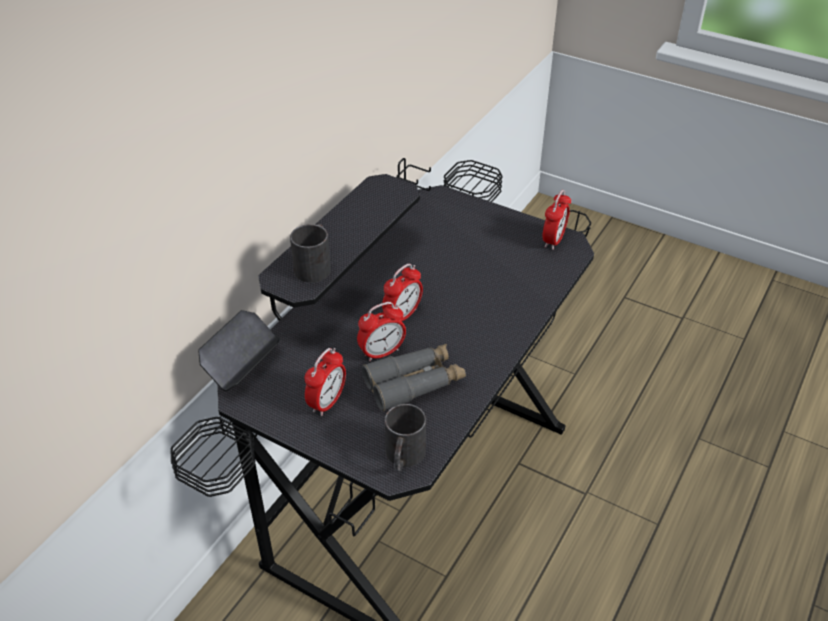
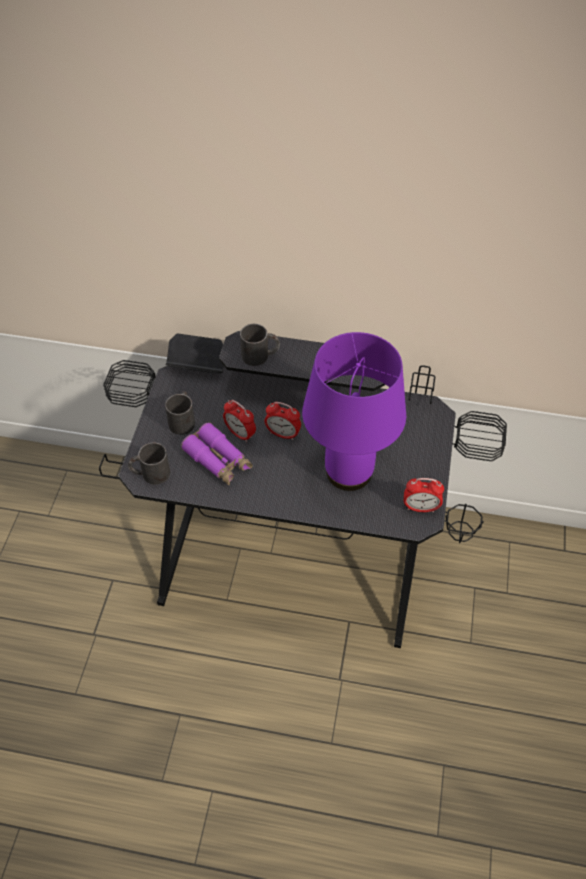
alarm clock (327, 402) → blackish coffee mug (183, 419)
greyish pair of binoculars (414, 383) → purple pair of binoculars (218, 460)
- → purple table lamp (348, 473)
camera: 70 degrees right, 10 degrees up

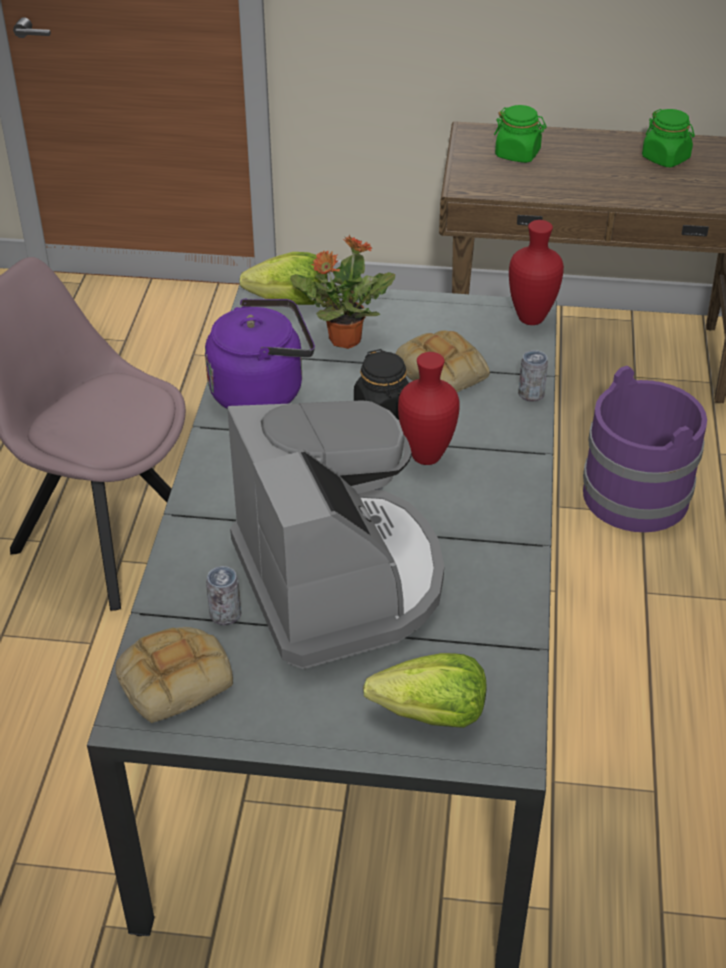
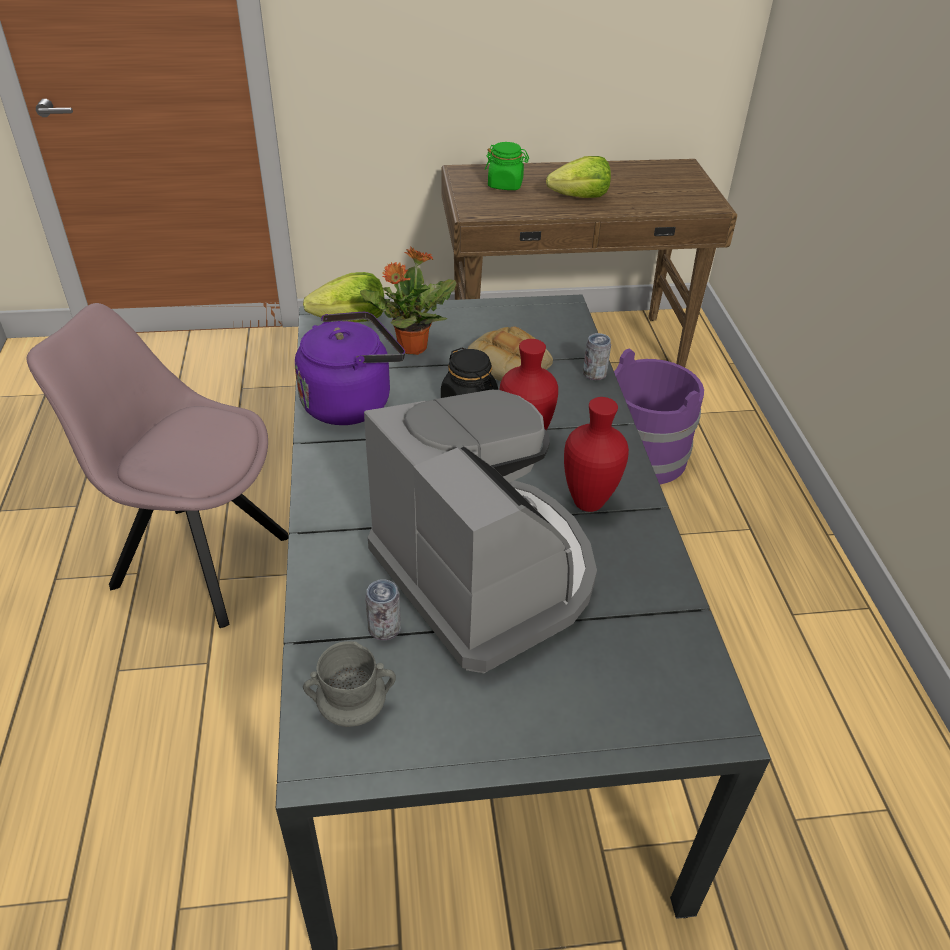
bakery bread (175, 677) → greyish coffee mug (353, 707)
head of lettuce (431, 714) → head of lettuce (580, 197), move
red vase (530, 318) → red vase (587, 501), move
green-coloured preserve jar (666, 158) → -
camera: 15 degrees left, 0 degrees up

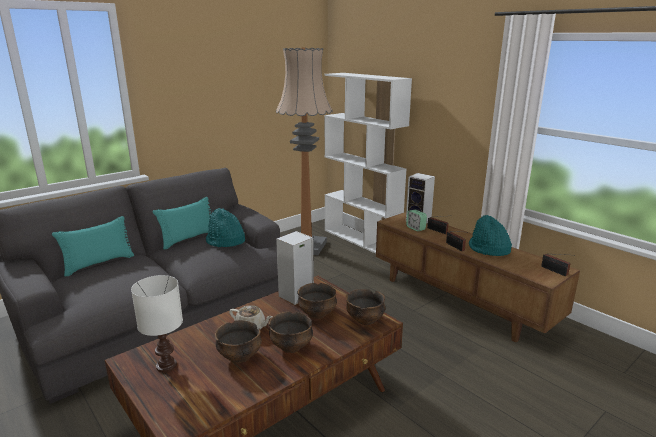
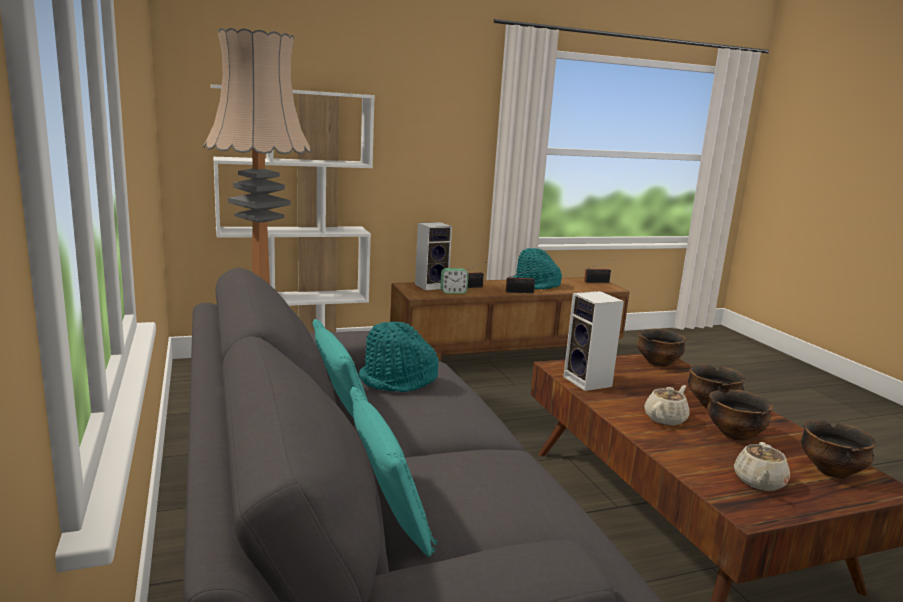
white-coloured table lamp (167, 365) → beige-coloured teapot (759, 482)
deep dish (317, 314) → deep dish (831, 471), move
camera: 70 degrees left, 5 degrees down

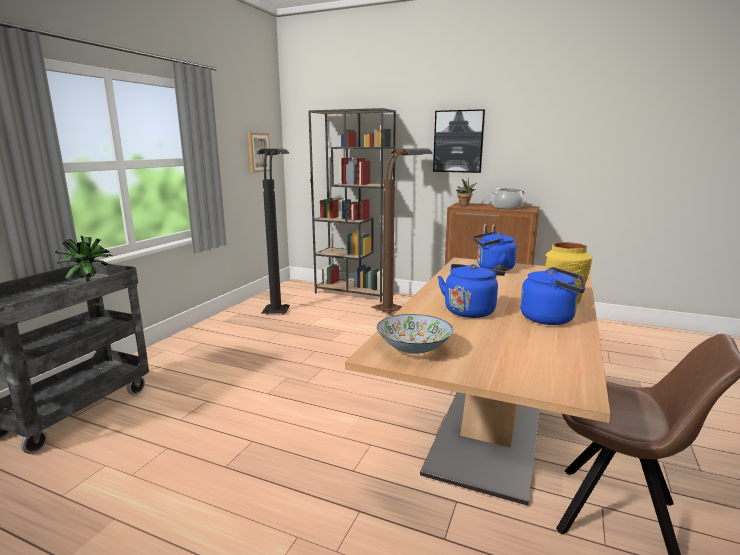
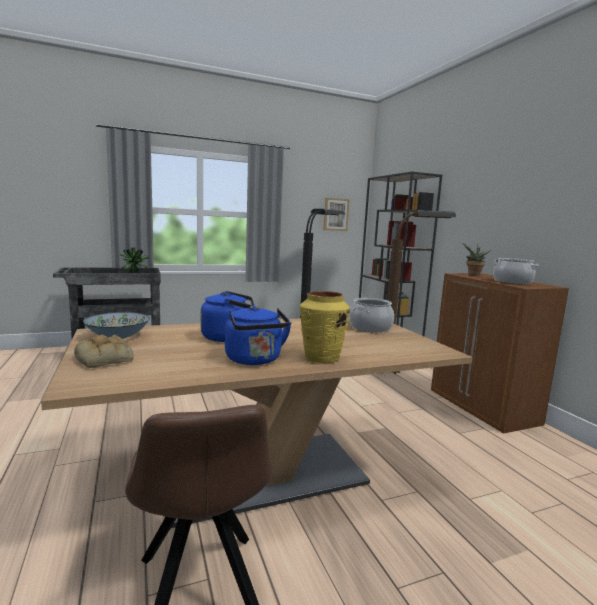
- → bakery bread (105, 359)
bluish tea kettle (492, 268) → saucepot (370, 327)
wall art (458, 141) → -
camera: 45 degrees right, 5 degrees down

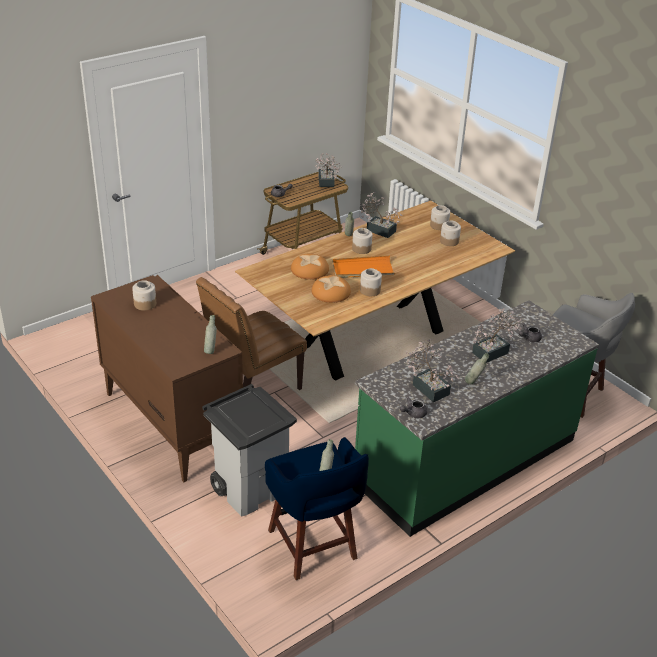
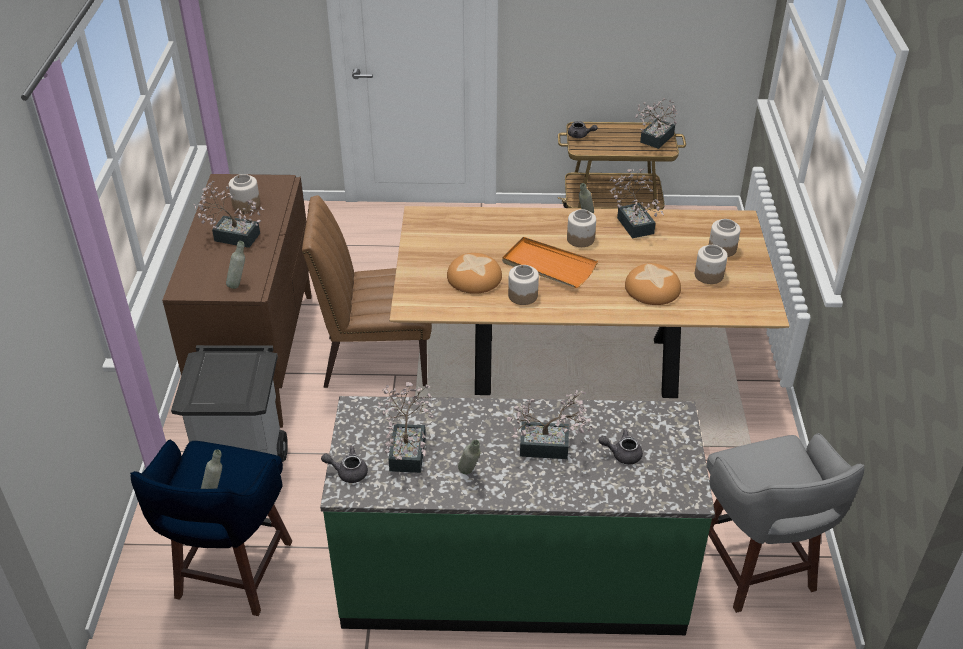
- → potted plant (232, 236)
bakery bread (310, 270) → bakery bread (653, 288), move
camera: 40 degrees right, 5 degrees up

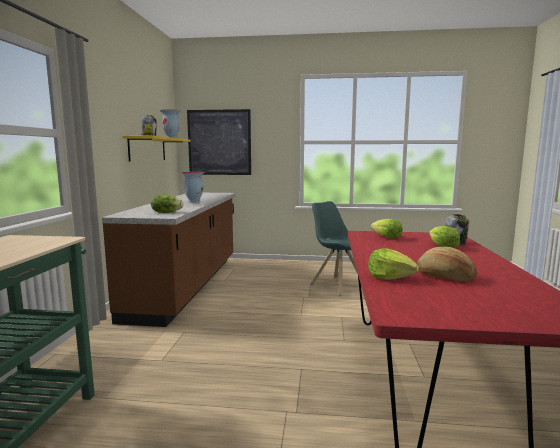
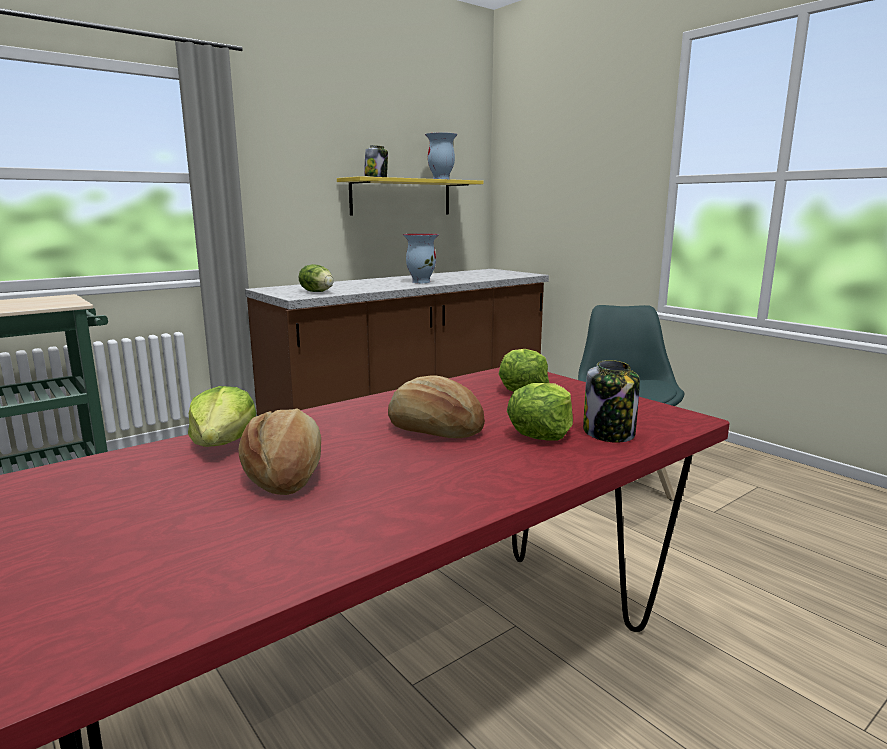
- → bakery bread (434, 430)
wall art (219, 142) → -
camera: 45 degrees right, 5 degrees up

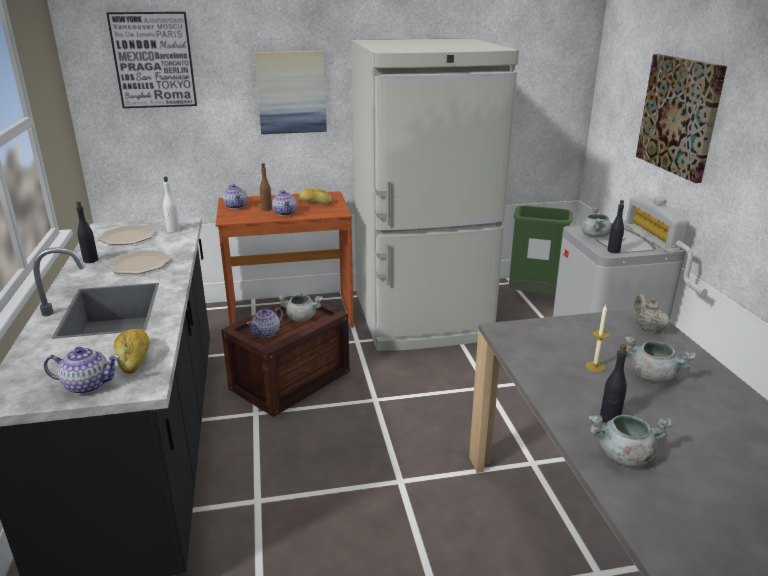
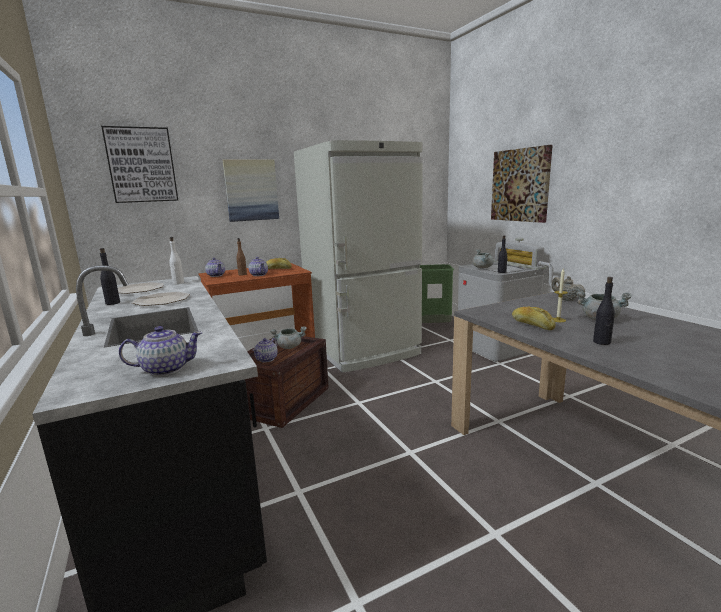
bakery bread (134, 358) → bakery bread (532, 325), move
greyish saucepot (624, 456) → -
camera: 15 degrees left, 10 degrees down

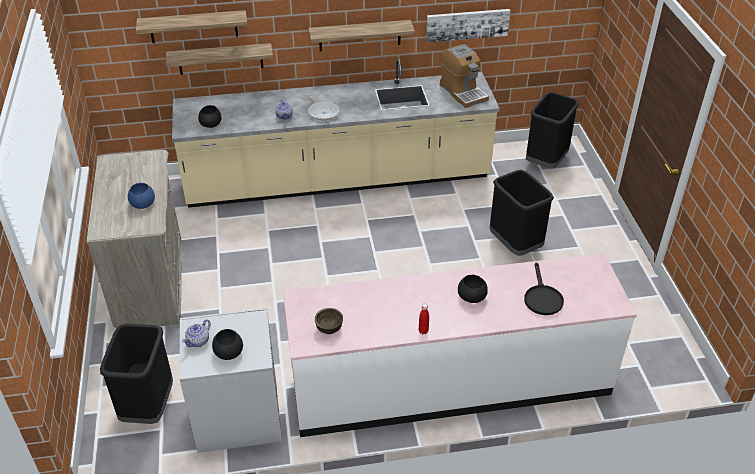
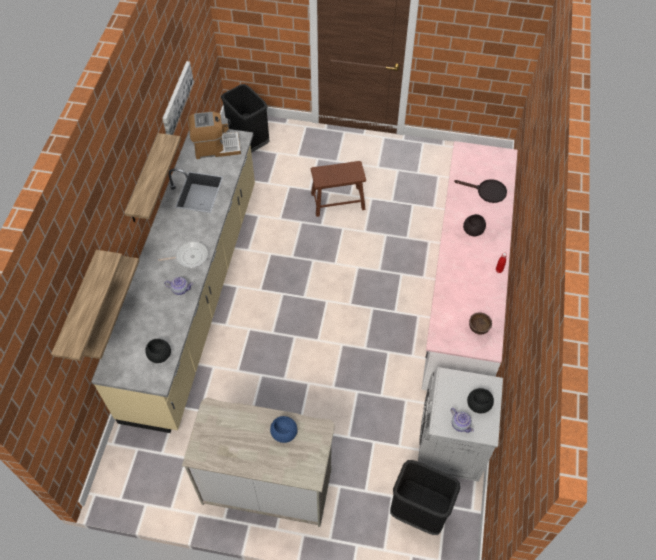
blackish trash can (515, 245) → brown sitting stool (338, 201)
camera: 70 degrees left, 15 degrees up

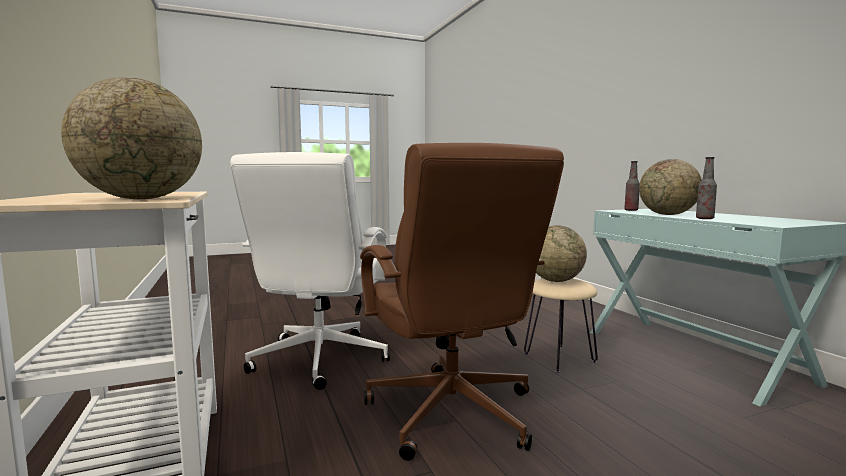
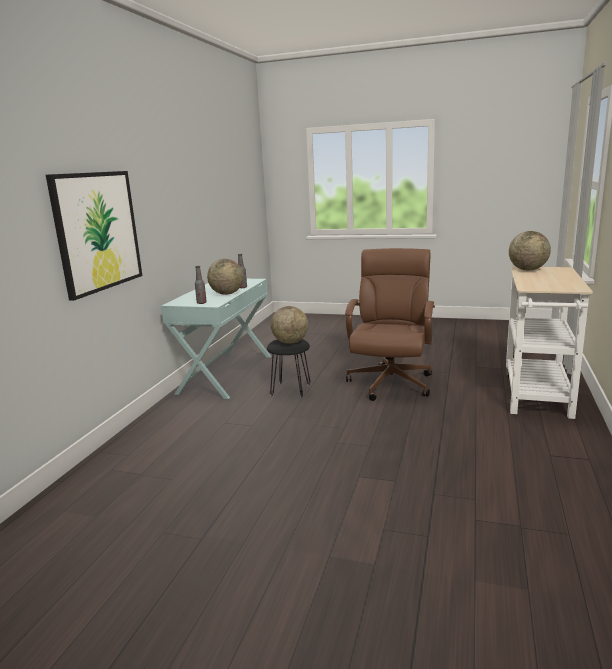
- → wall art (97, 231)
beige-coloured sitting stool (559, 358) → blackish sitting stool (291, 390)
white-coloured office chair (320, 358) → -
camera: 140 degrees left, 10 degrees up

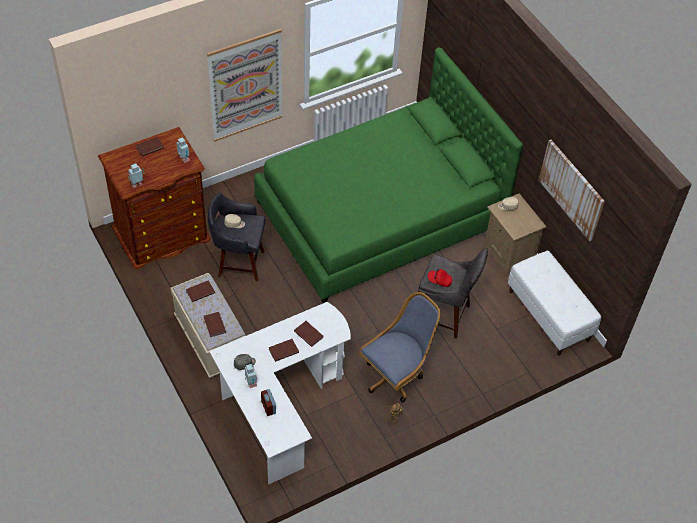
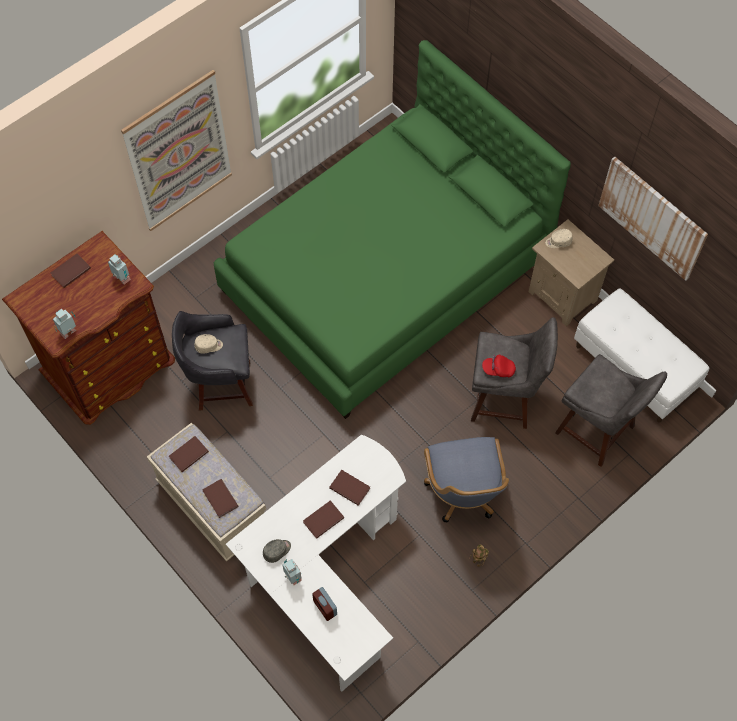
bluish office chair (396, 374) → bluish office chair (464, 497), 135 degrees clockwise
- → greyish sitting stool (597, 431)
camera: 10 degrees left, 10 degrees up

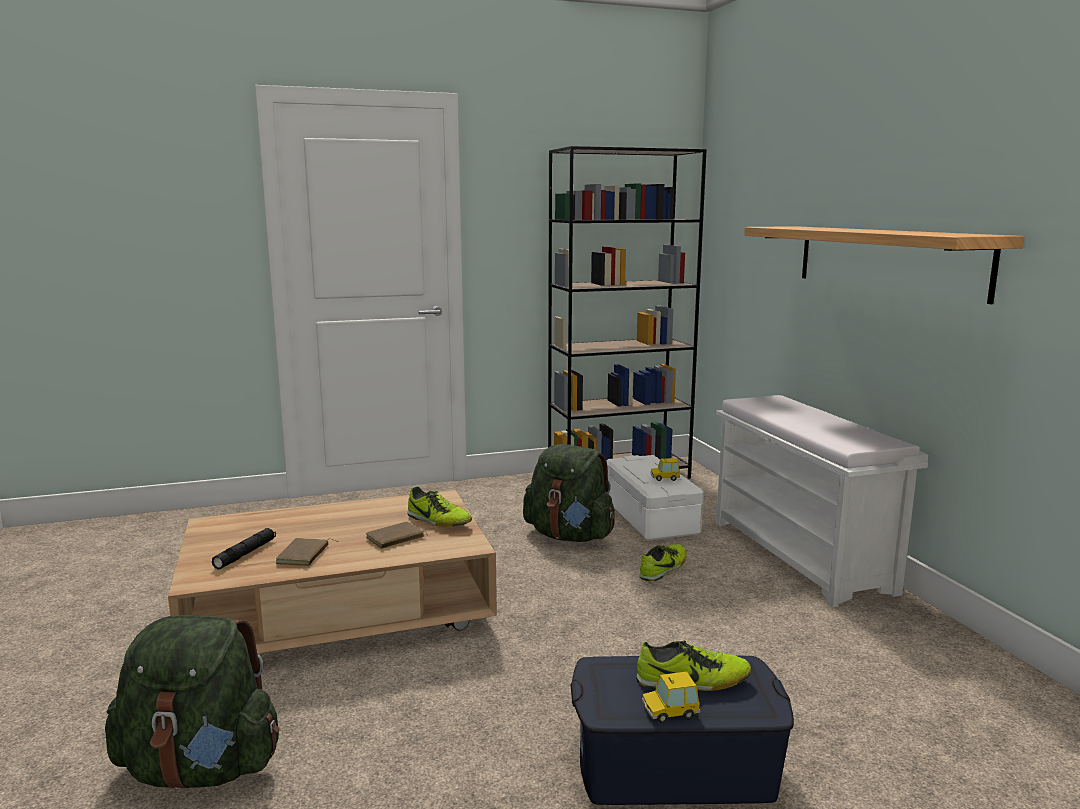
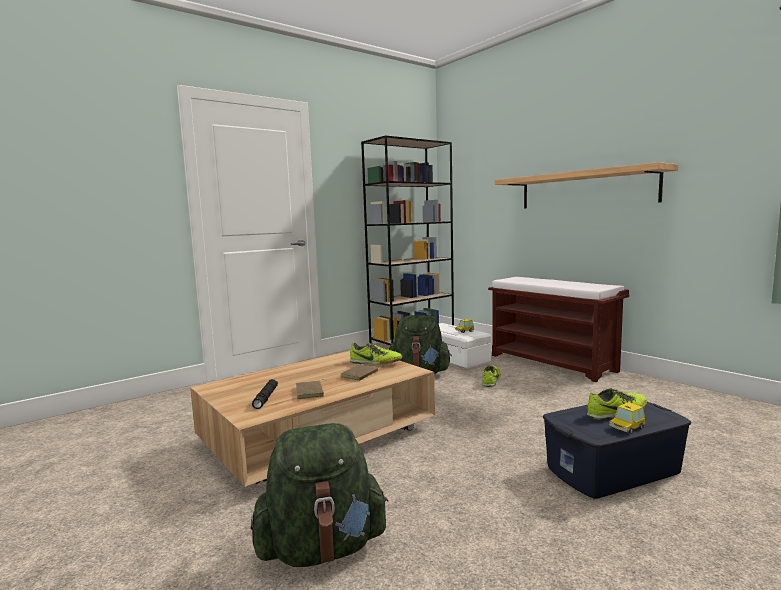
white-coloured indoor bench (801, 556) → brown indoor bench (553, 363)
camera: 20 degrees left, 5 degrees down

